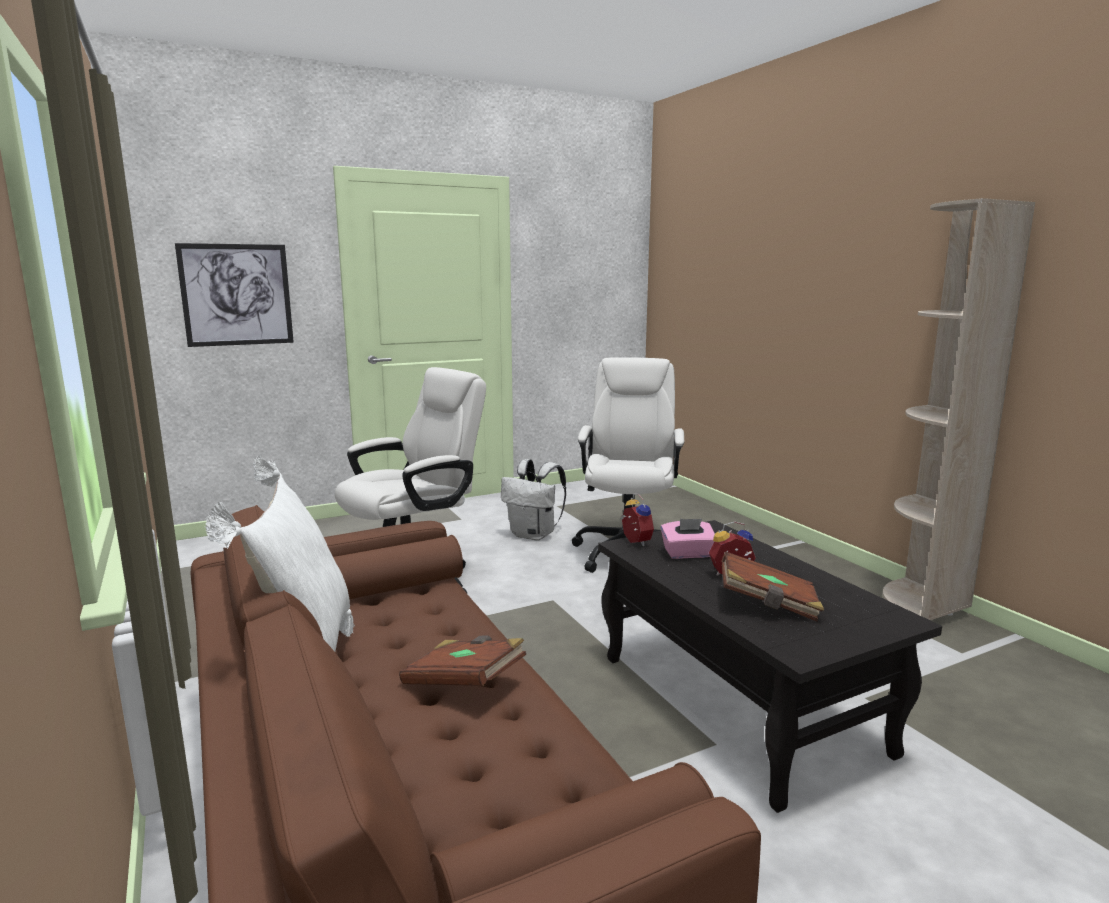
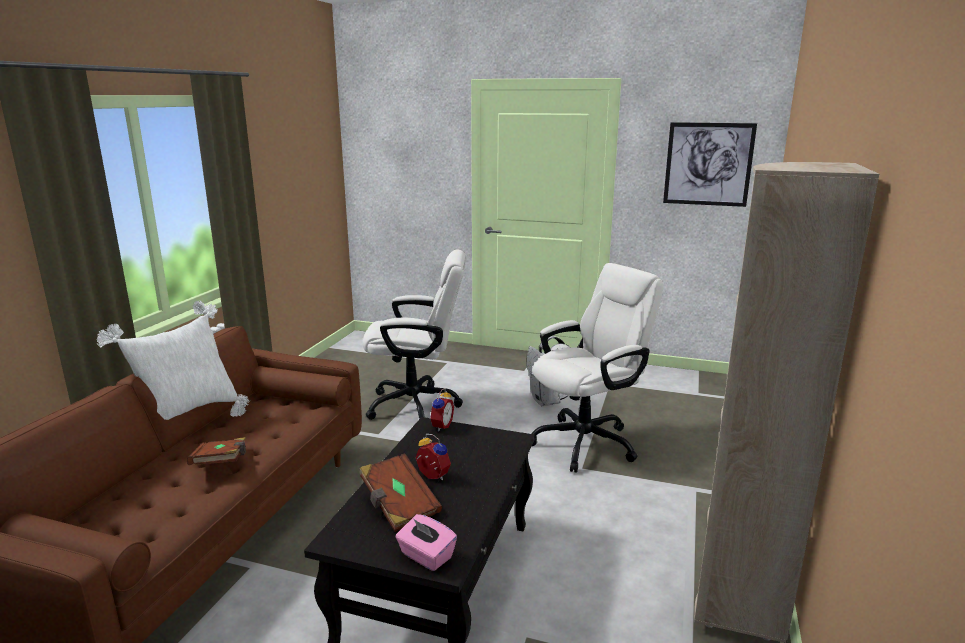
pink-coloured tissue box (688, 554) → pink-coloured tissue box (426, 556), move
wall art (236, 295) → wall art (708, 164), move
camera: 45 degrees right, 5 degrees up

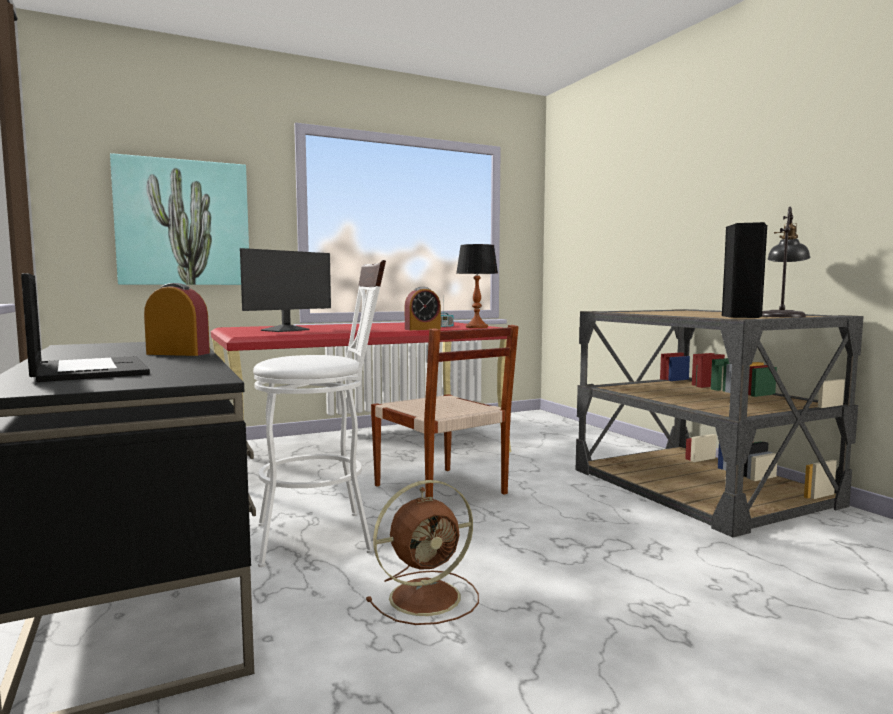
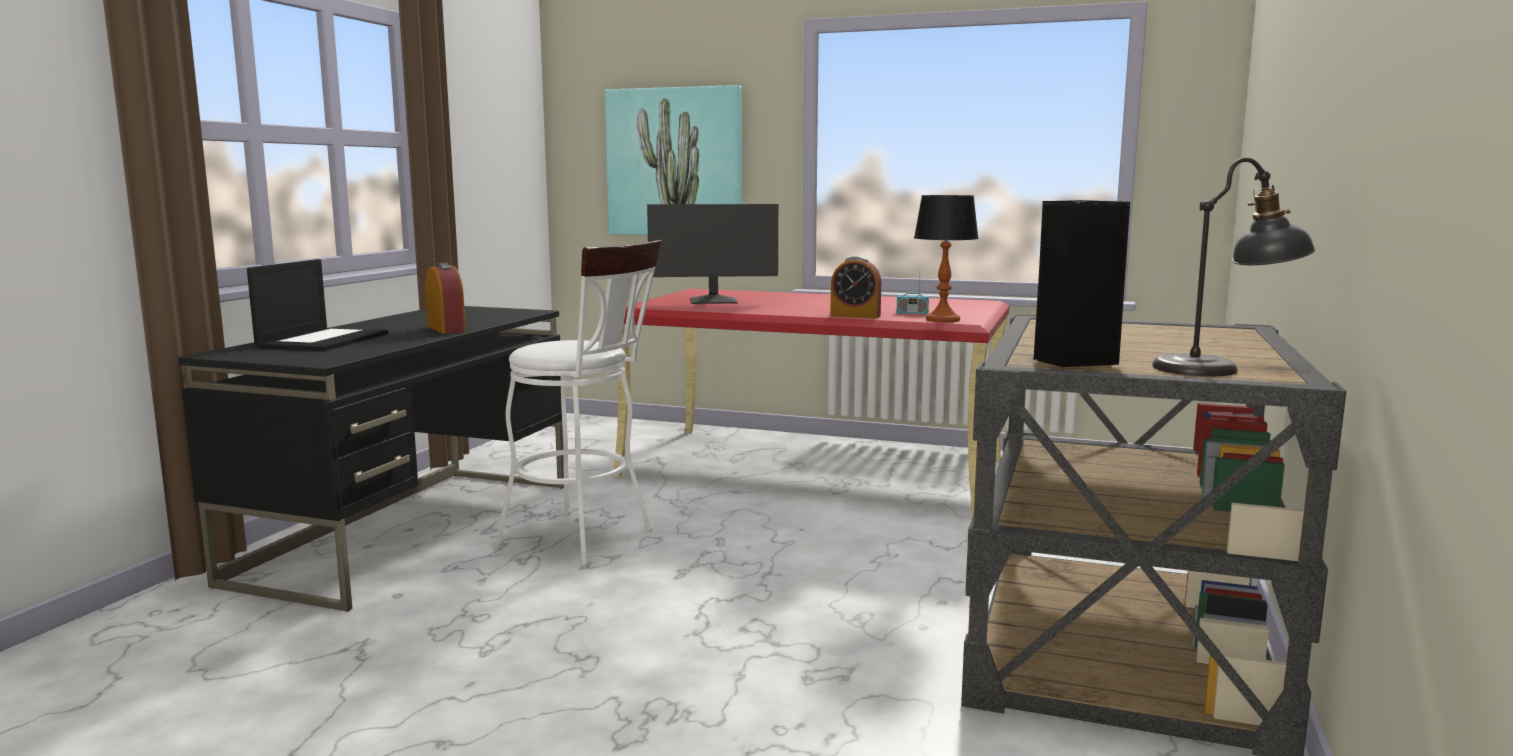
brown electric fan (428, 596) → -
upright chair (441, 491) → -
camera: 45 degrees right, 5 degrees up

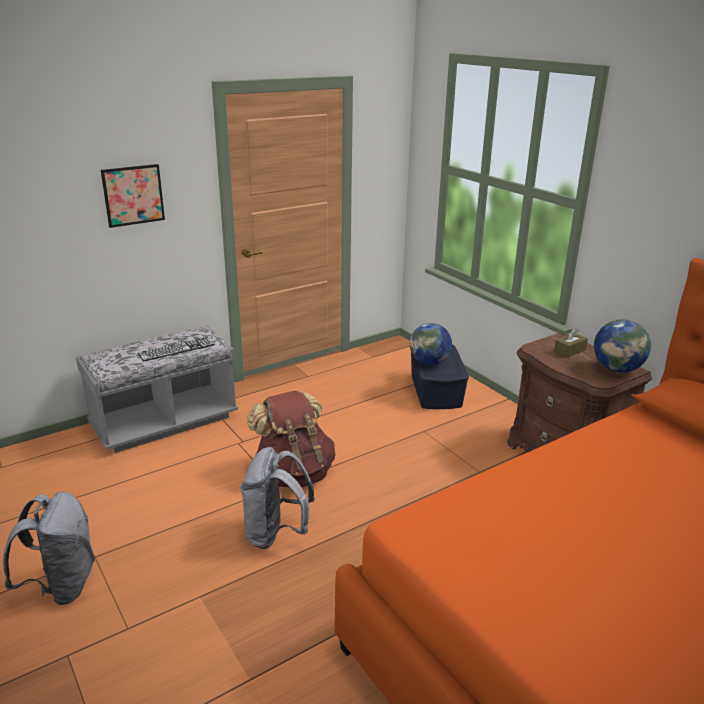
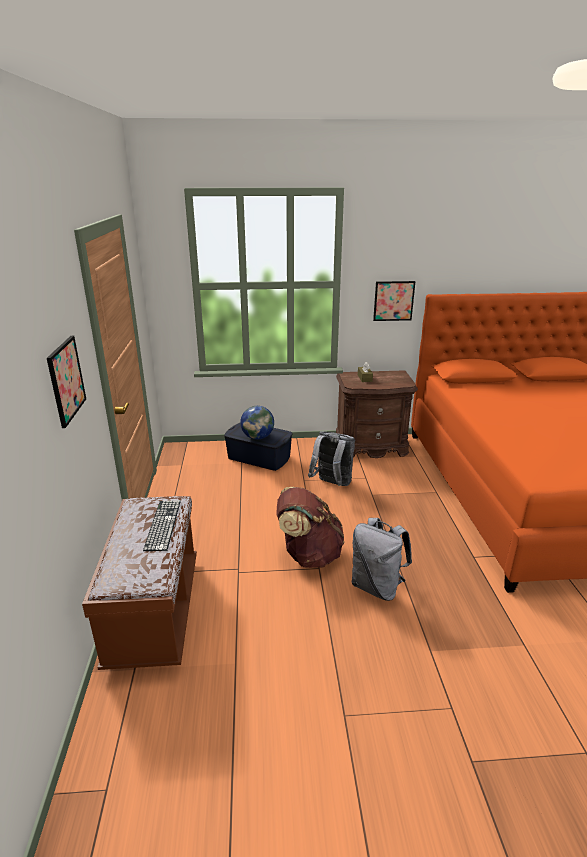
greyish indoor bench (164, 422) → brown indoor bench (154, 611)
greyish rucksack (62, 585) → greyish rucksack (332, 484), move
- → wall art (393, 301)
world globe (617, 369) → -
camera: 60 degrees left, 0 degrees up

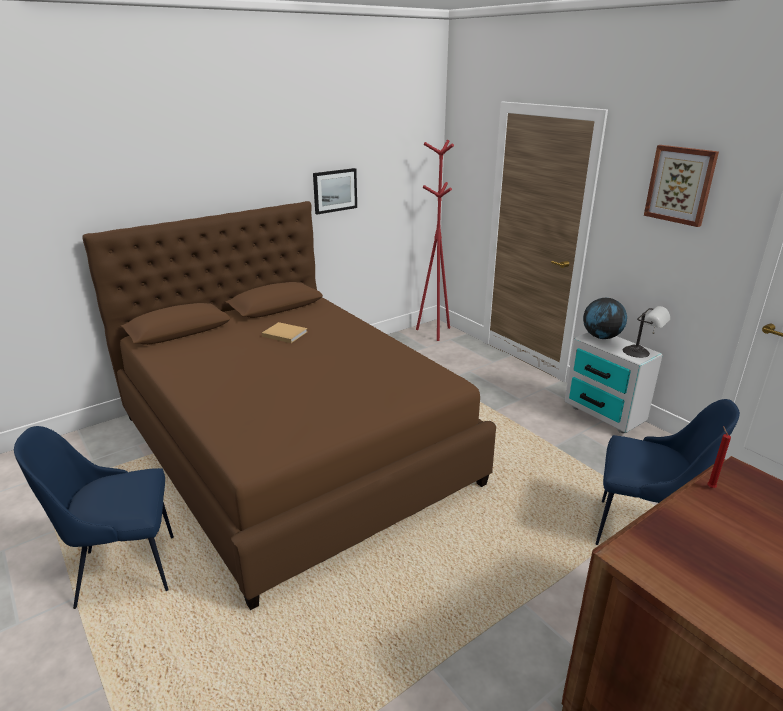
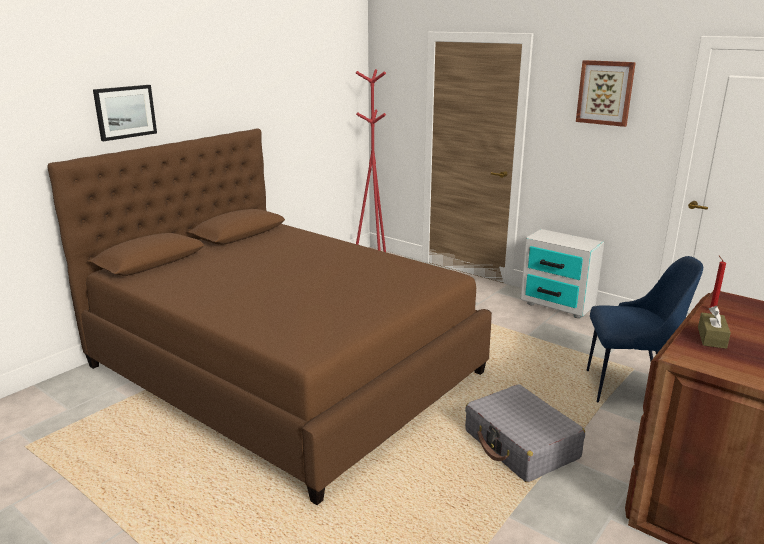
wall art (335, 190) → wall art (125, 112), move
- → greyish piece of luggage (521, 445)
- → brown tissue box (711, 338)
bluish upright chair (125, 572) → -
beige-coloured book (283, 334) → -
world globe (601, 337) → -
table lamp (642, 353) → -
camera: 15 degrees left, 5 degrees down

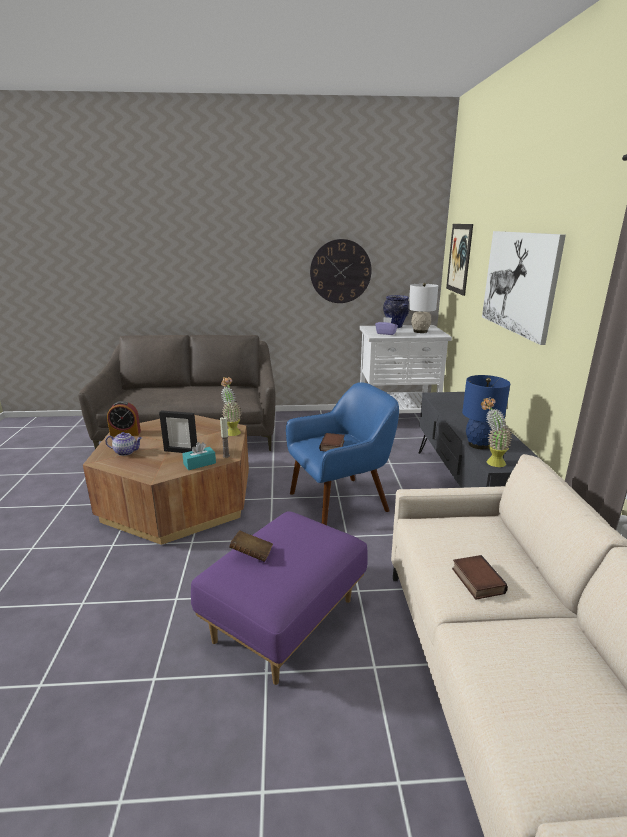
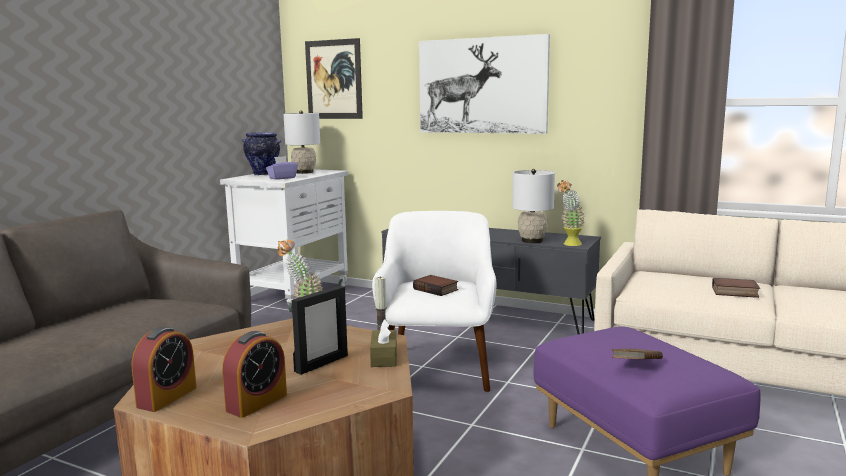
teapot (126, 452) → alarm clock (257, 402)
blue-green tissue box (199, 463) → brown tissue box (384, 357)
bluish armchair (340, 503) → white-coloured armchair (438, 368)
bluish table lamp (478, 445) → white-coloured table lamp (532, 241)
hanging clock (340, 271) → -
camera: 60 degrees left, 10 degrees down

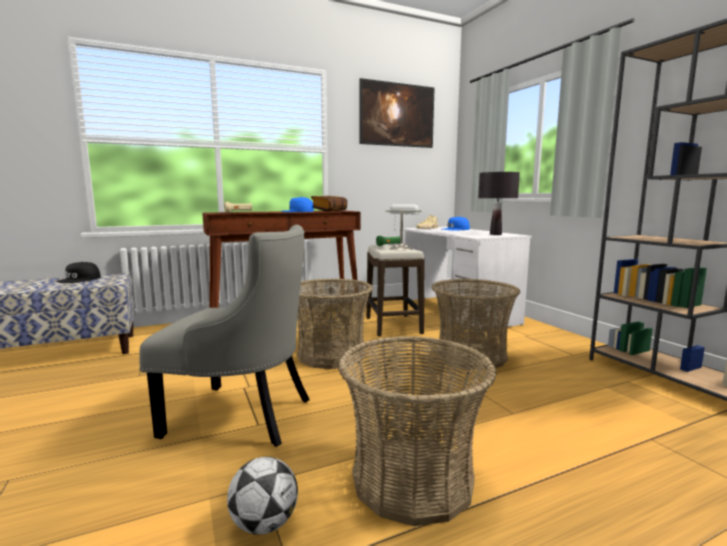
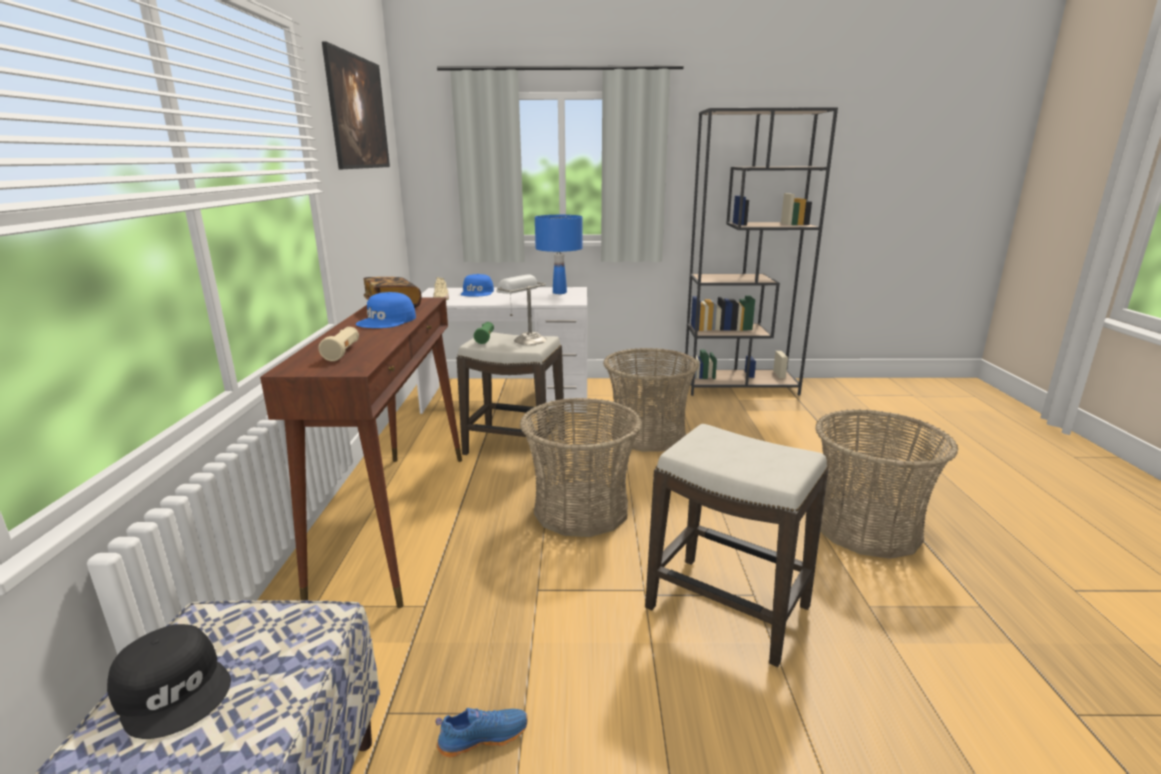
- → bluish shoe (483, 736)
blackish table lamp (495, 234) → bluish table lamp (559, 292)
greyish upright chair (238, 416) → sitting stool (728, 608)
ball for football (264, 524) → -
camera: 65 degrees left, 10 degrees up

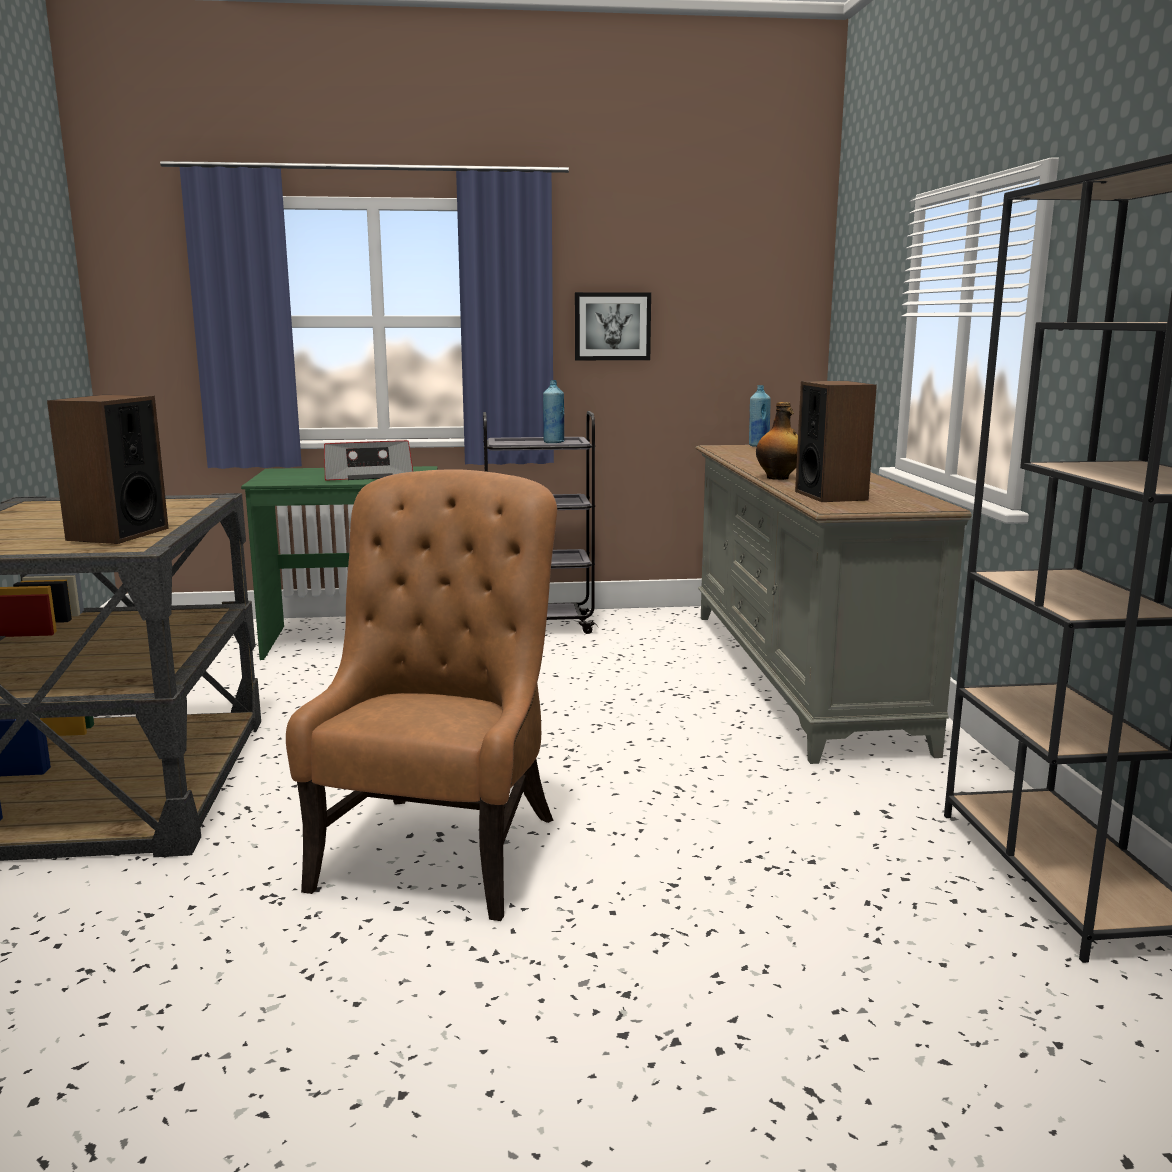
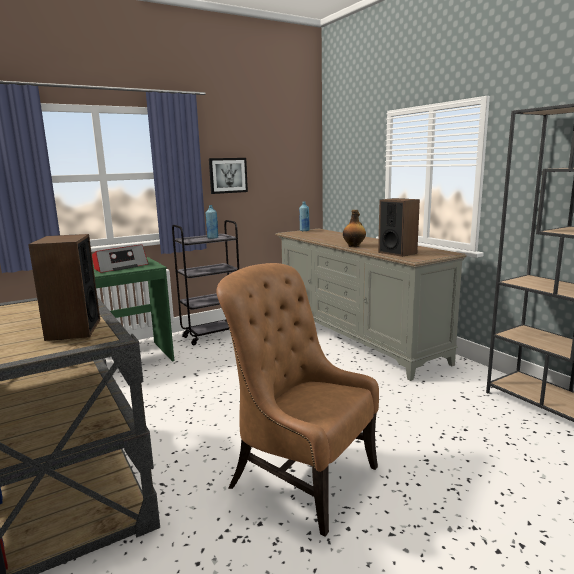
brown upright chair (440, 851) → brown upright chair (301, 477), 45 degrees counterclockwise
camera: 25 degrees left, 0 degrees up

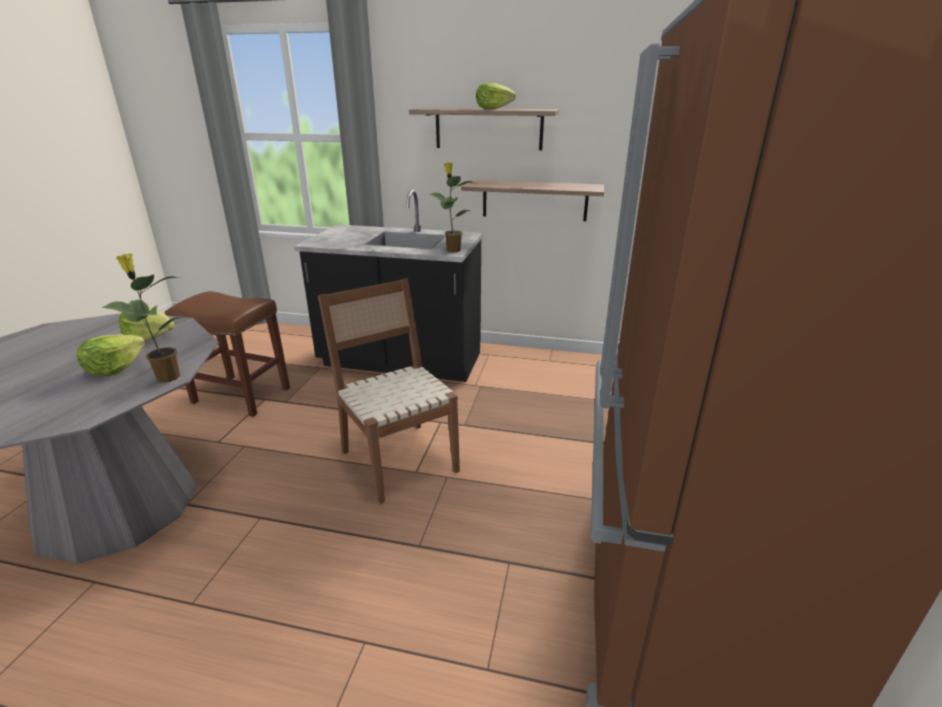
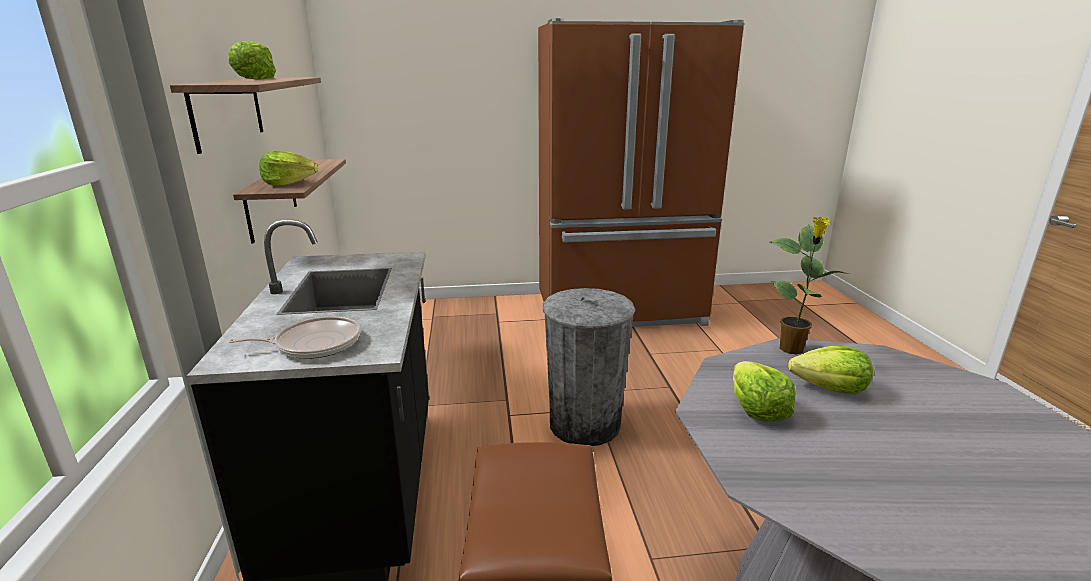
- → frying pan (314, 344)
- → head of lettuce (289, 183)
upright chair (398, 458) → greyish trash can (584, 424)
potted plant (452, 250) → -
camera: 110 degrees left, 5 degrees down

